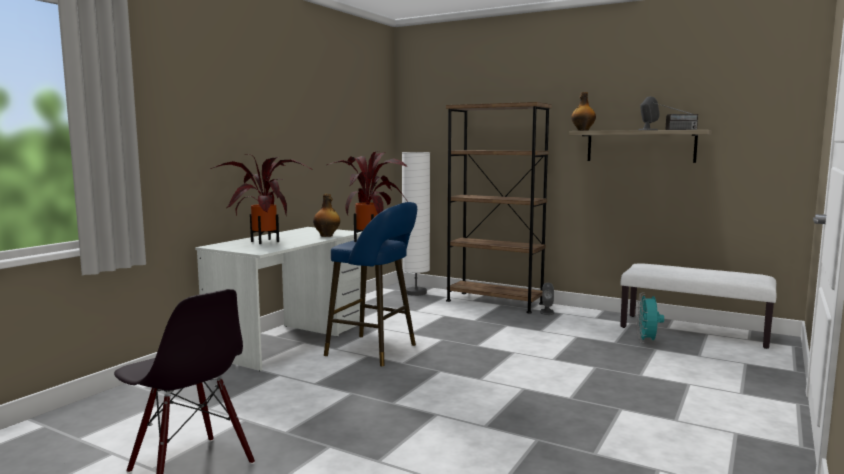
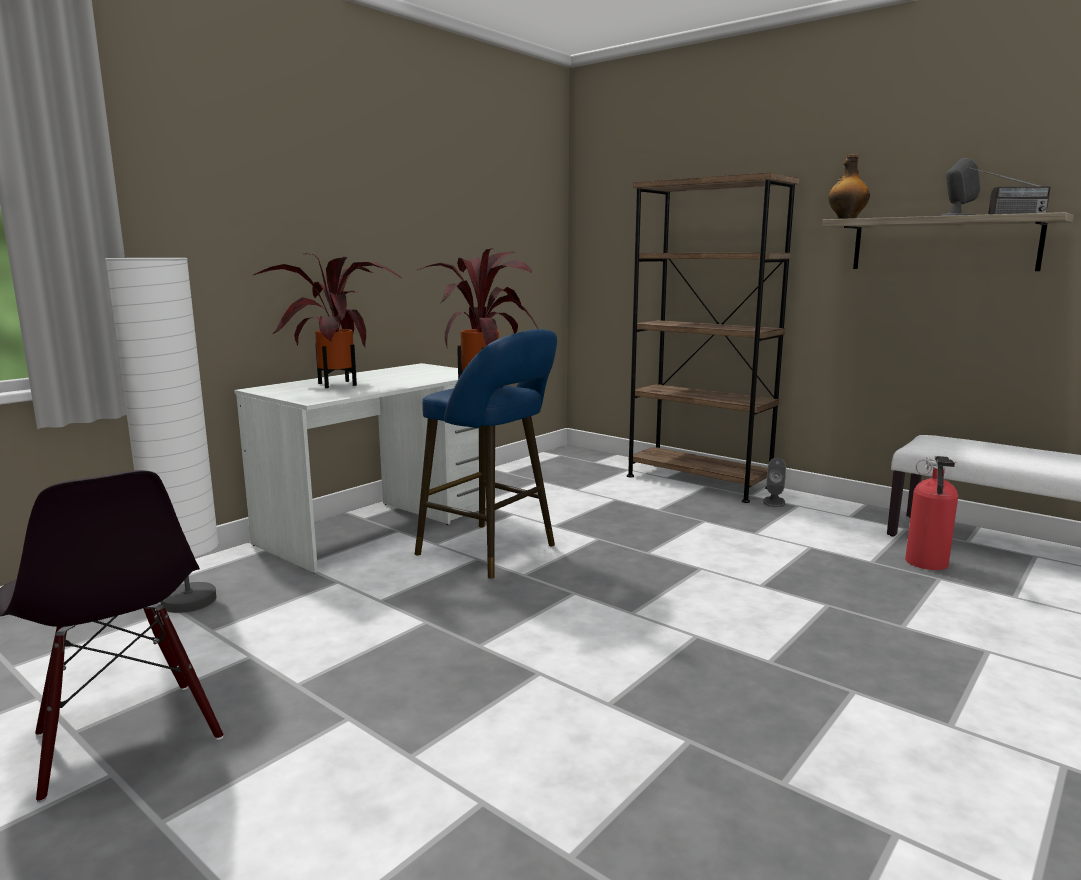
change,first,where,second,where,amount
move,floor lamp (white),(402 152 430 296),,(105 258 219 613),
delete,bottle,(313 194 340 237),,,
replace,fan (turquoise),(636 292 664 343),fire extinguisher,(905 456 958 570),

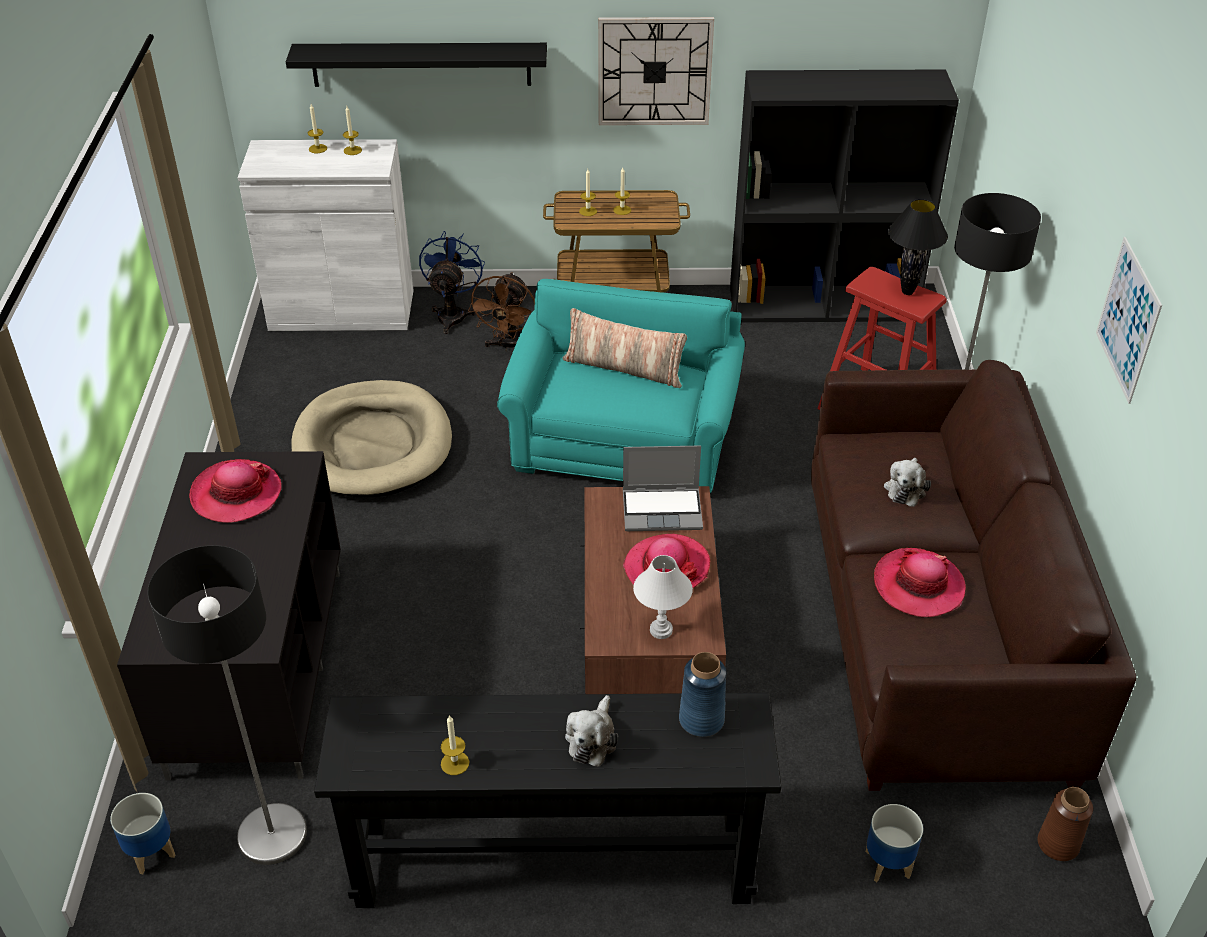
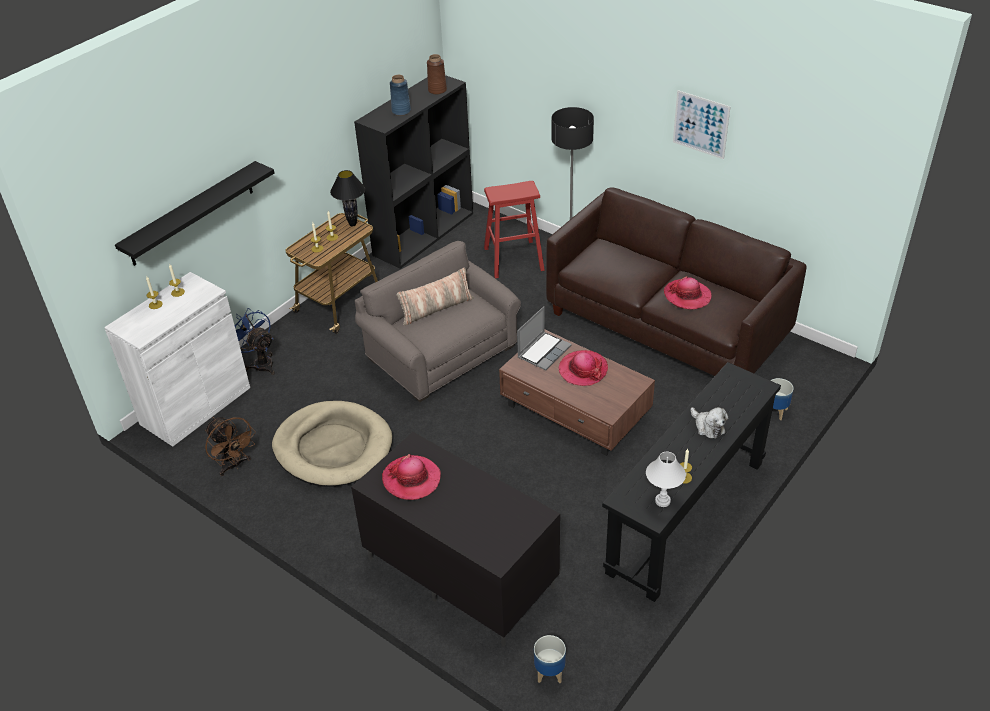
change,first,where,second,where,amount
delete,wall clock,(598 17 714 125),,,
move,table lamp (black),(888 199 948 295),,(330 170 365 226),
move,fan (brown),(468 272 535 351),,(205 417 256 476),
recolor,armchair (turquoise),(497 279 745 493),armchair (grey),(355 241 521 402),
delete,plush toy,(884 458 931 507),,,
delete,floor lamp,(147 545 307 865),,,
move,table lamp (white),(633 555 693 639),,(646 452 686 507),
move,vase (blue),(679 652 726 737),,(390 75 411 116),
move,vase (brown),(1038 787 1093 861),,(427 54 447 95),

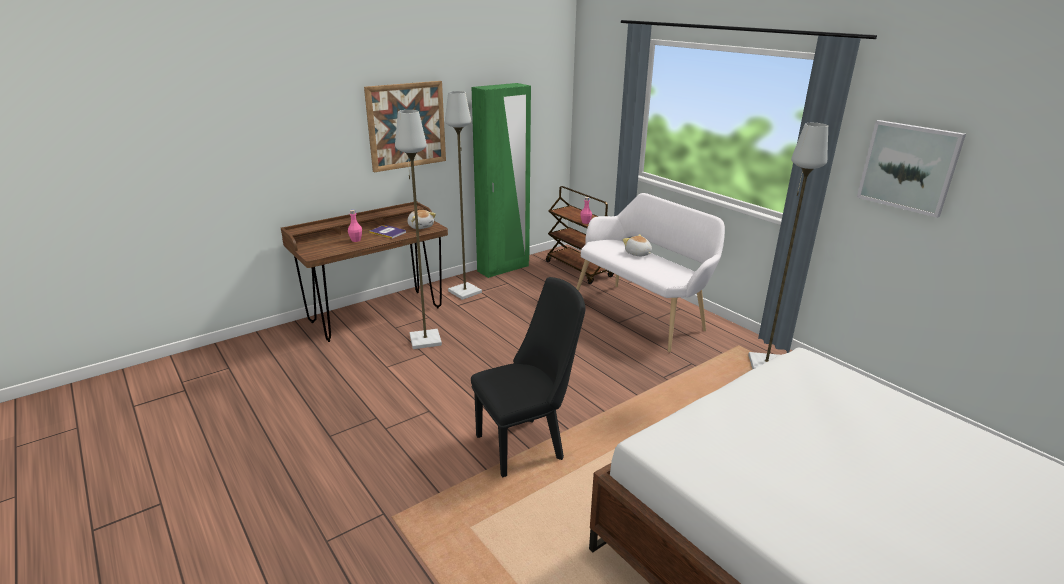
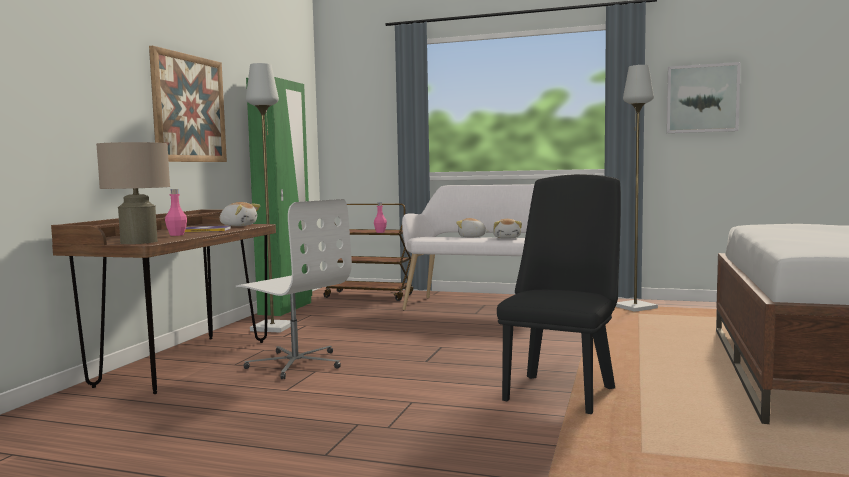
change,first,where,second,where,amount
replace,floor lamp (grey),(395 110 442 349),office chair (white),(236 199 352 379),
insert,,,table lamp (beige),(96 142 170 244),
insert,,,plush toy,(493 219 522 239),

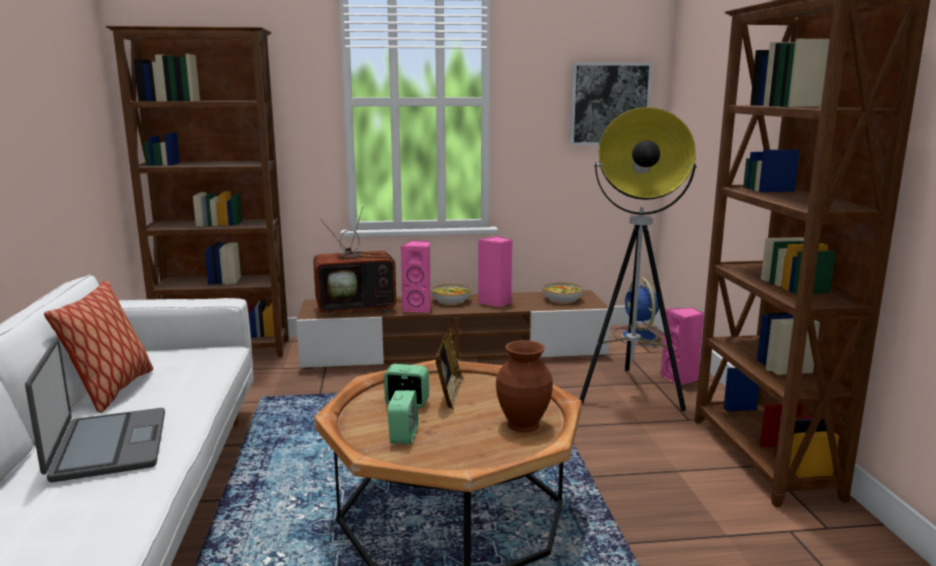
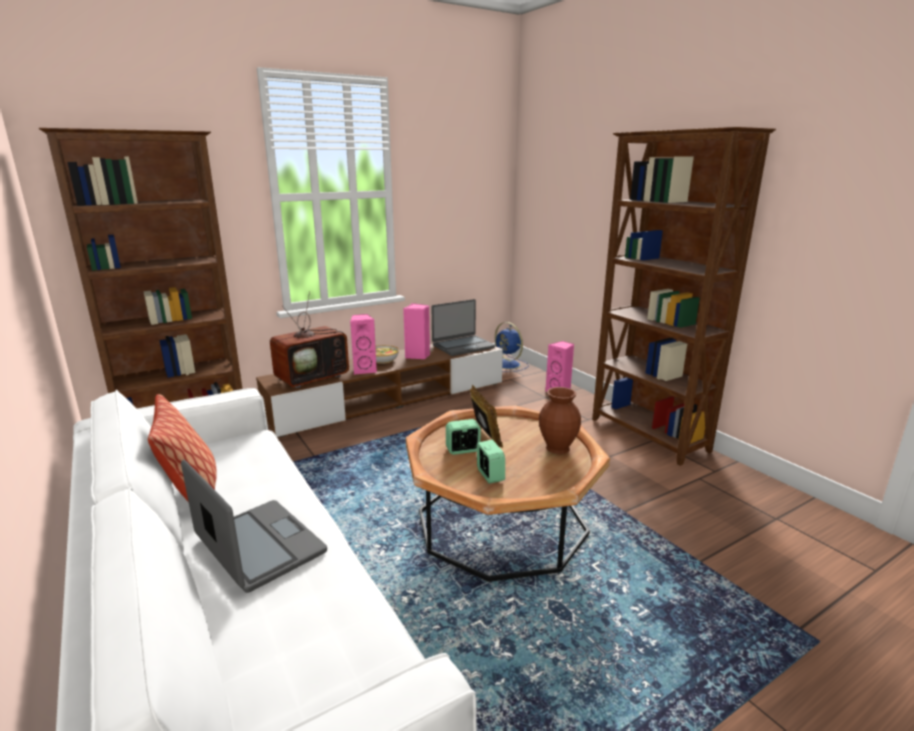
change,first,where,second,where,amount
delete,picture,(569 62 653 145),,,
delete,floor lamp,(580 107 697 411),,,
replace,bowl,(543 282 583 304),laptop,(432 299 495 356),

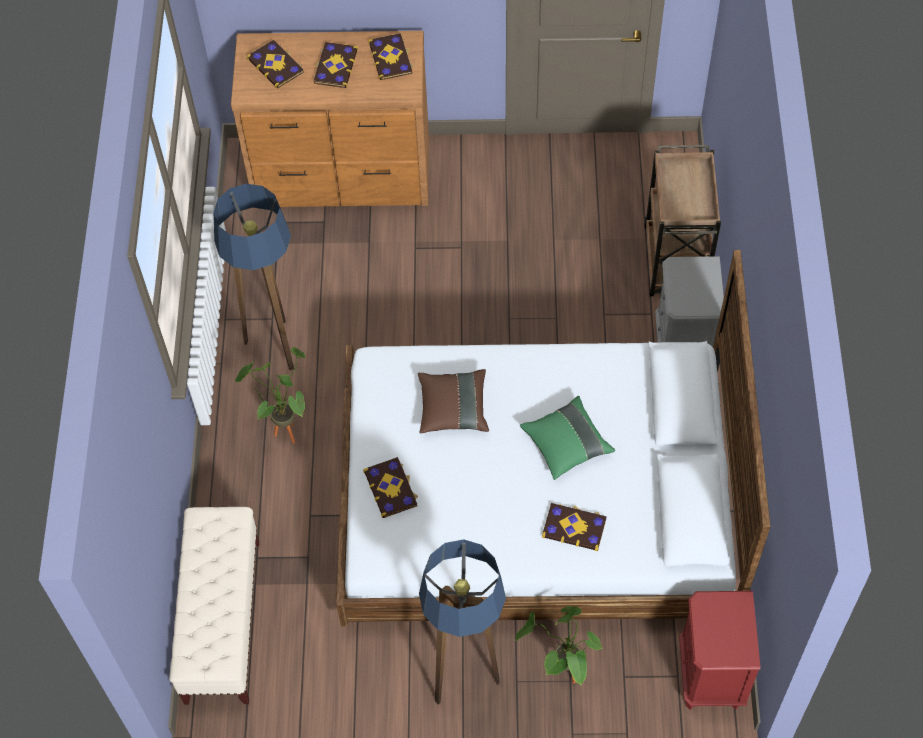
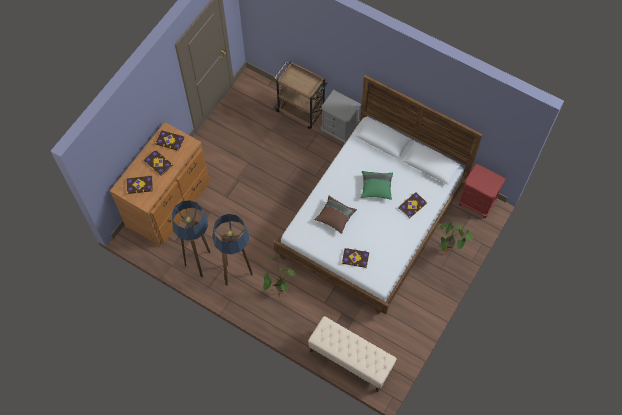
change,first,where,second,where,amount
move,floor lamp,(419 539 506 705),,(172 200 211 277),

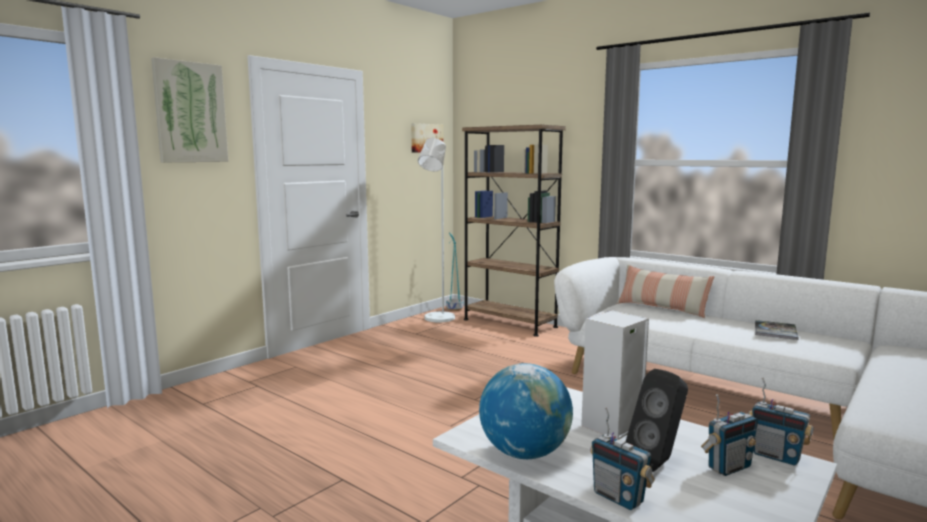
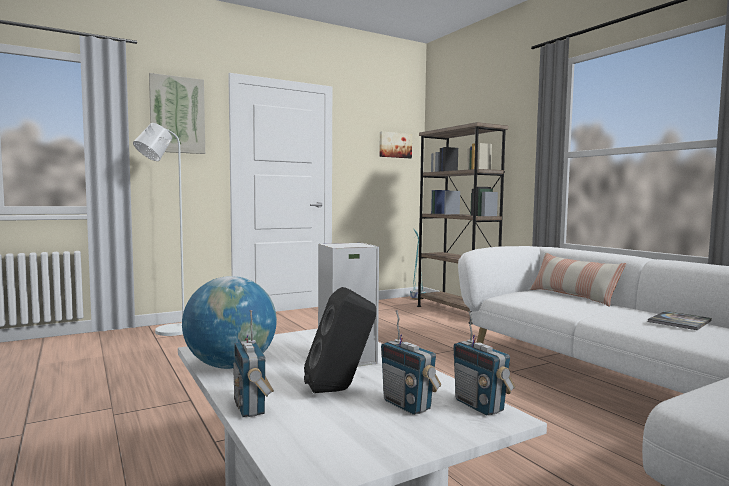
change,first,where,second,where,amount
move,floor lamp (white),(418 138 455 322),,(133 123 184 336),
rotate,radio,(701 394 758 476),,(381 310 441 415),60 degrees clockwise

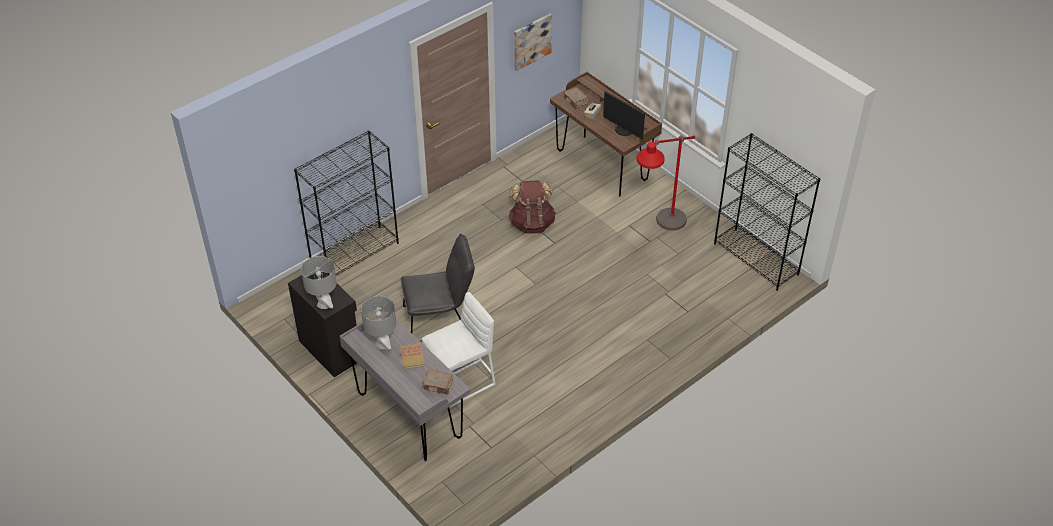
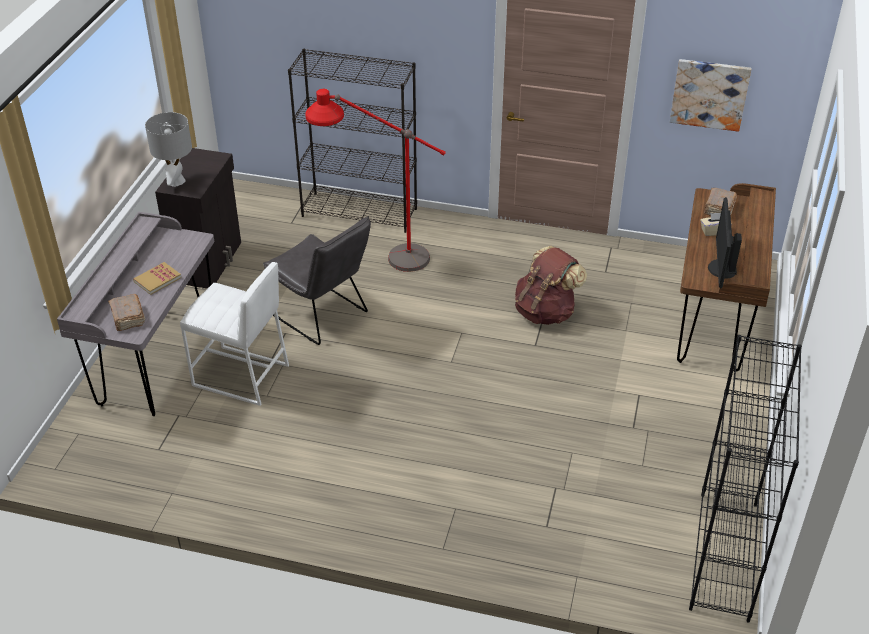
change,first,where,second,where,amount
move,floor lamp (red),(637 136 695 231),,(305 89 446 272),
delete,table lamp (grey),(361 296 396 350),,,

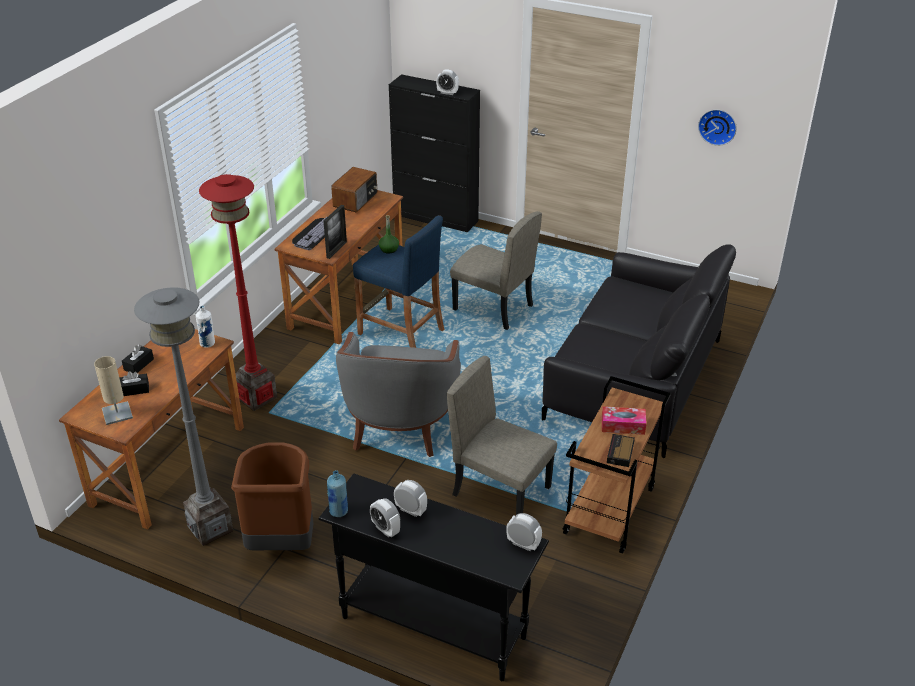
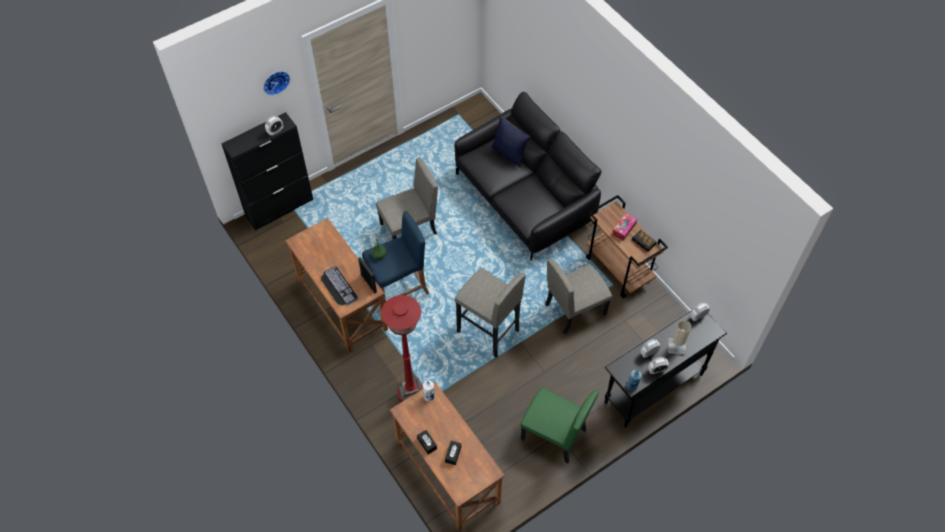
change,first,where,second,where,amount
move,wall clock,(698 109 737 146),,(263 71 290 95),
delete,radio,(331 167 377 212),,,
delete,floor lamp (grey),(134 287 233 546),,,
replace,armchair (grey),(336 332 461 457),stool (grey),(455 268 526 358),
move,table lamp (beige),(94 356 133 425),,(669 320 691 355),
replace,trash can (brown),(231 442 313 550),chair (green),(520 387 599 464),
insert,,,pillow (blue),(492 115 530 167),

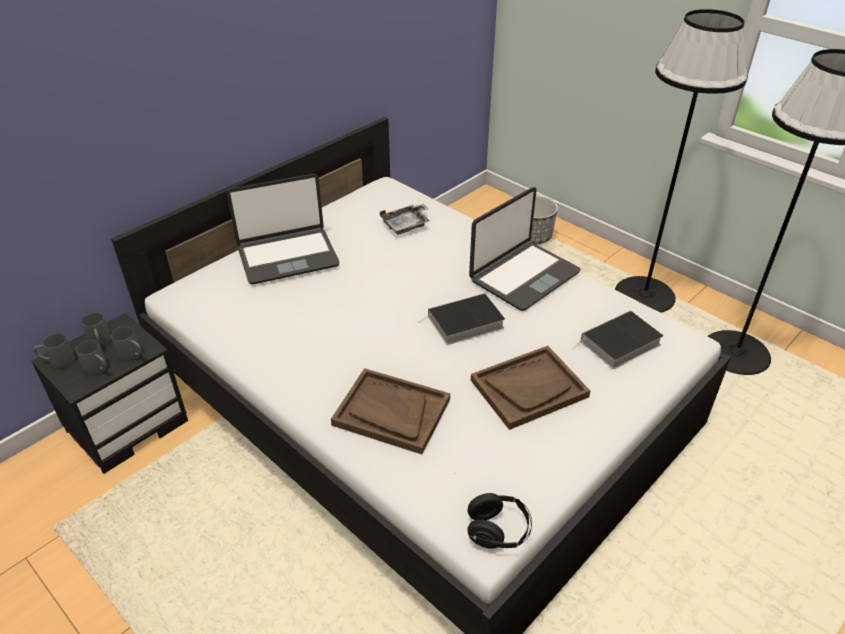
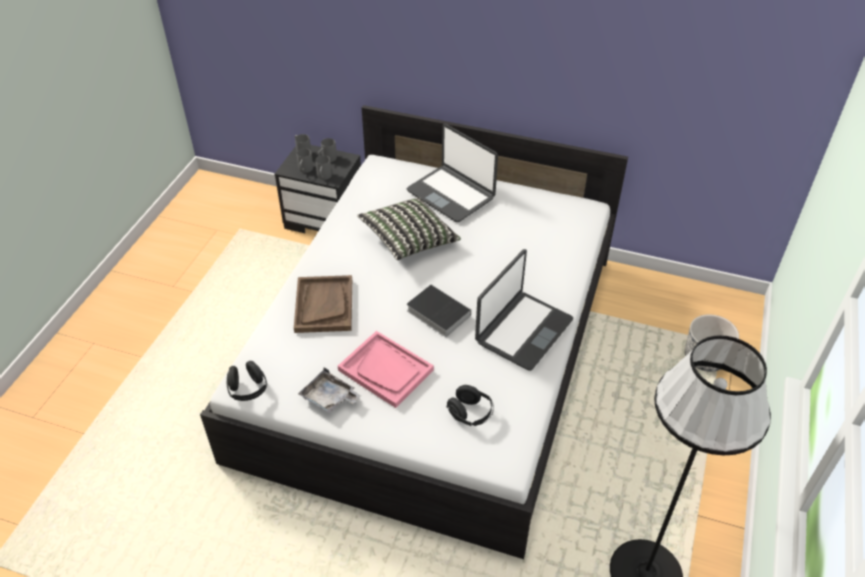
change,first,where,second,where,amount
delete,floor lamp (black),(615 9 748 313),,,
rotate,laptop,(469 187 581 311),,(475 249 573 371),75 degrees counterclockwise
move,tray (grey),(380 204 429 235),,(298 368 361 413),
replace,book,(573 311 663 369),headphones (black),(446 385 494 426),
recolor,tray (brown),(471 346 590 430),tray (pink),(338 331 434 408),
insert,,,pillow,(357 198 461 260),

